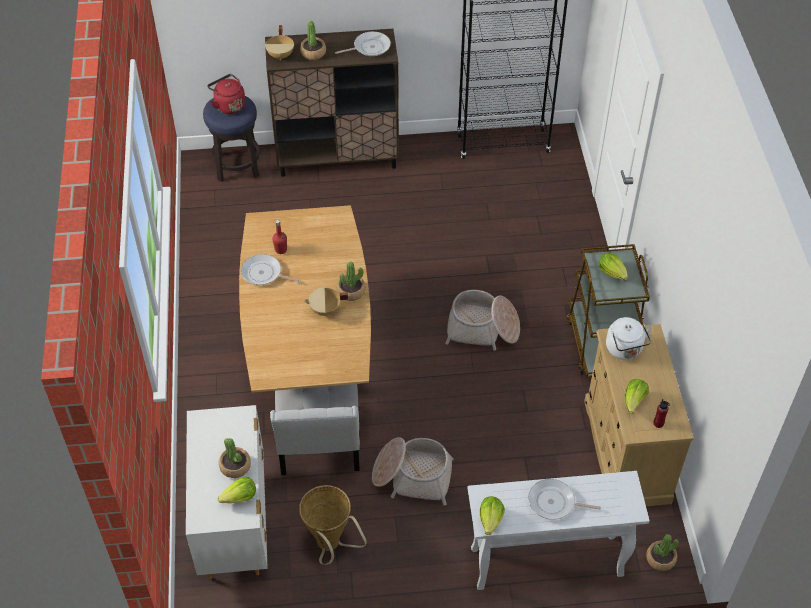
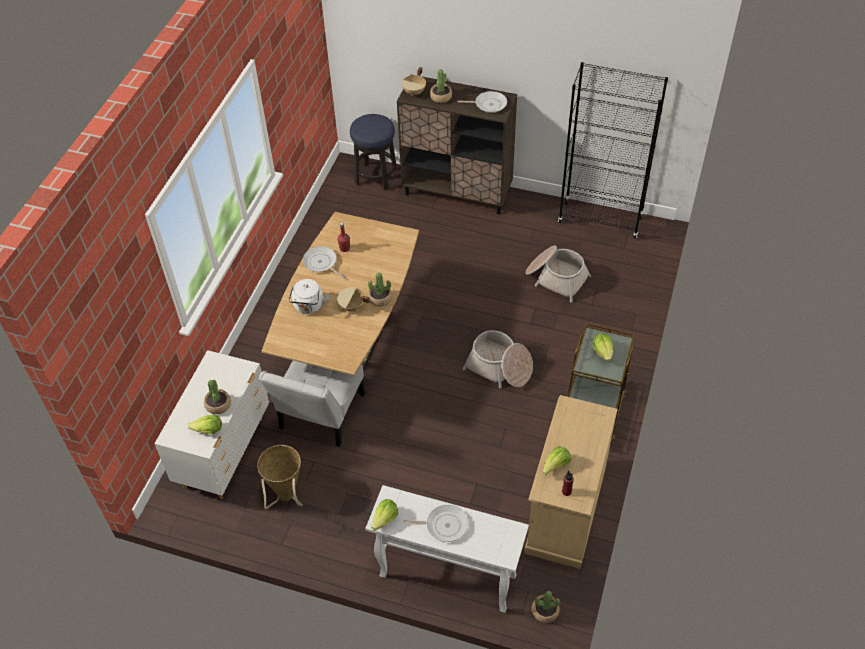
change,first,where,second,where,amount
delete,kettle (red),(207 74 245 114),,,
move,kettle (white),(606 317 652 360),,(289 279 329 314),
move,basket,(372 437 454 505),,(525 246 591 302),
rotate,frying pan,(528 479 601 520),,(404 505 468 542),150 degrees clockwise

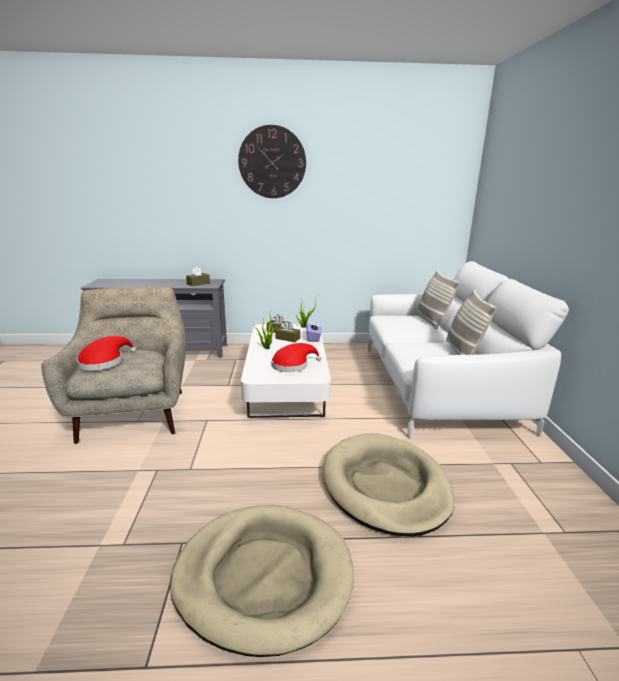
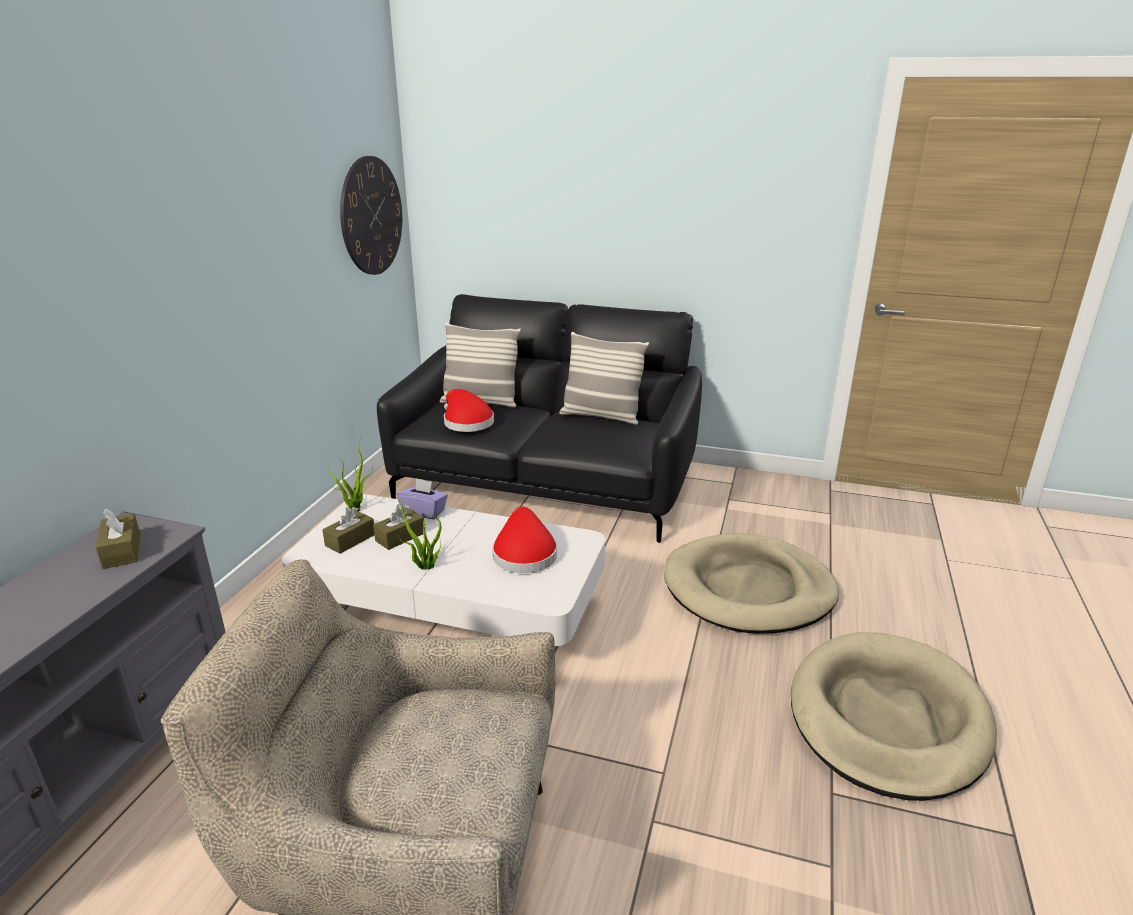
change,first,where,second,where,amount
move,wall clock,(238 125 306 198),,(340 156 402 275),
recolor,sofa (white),(368 261 569 437),sofa (black),(377 294 702 543),
move,hat (red),(77 336 136 371),,(444 389 494 432),

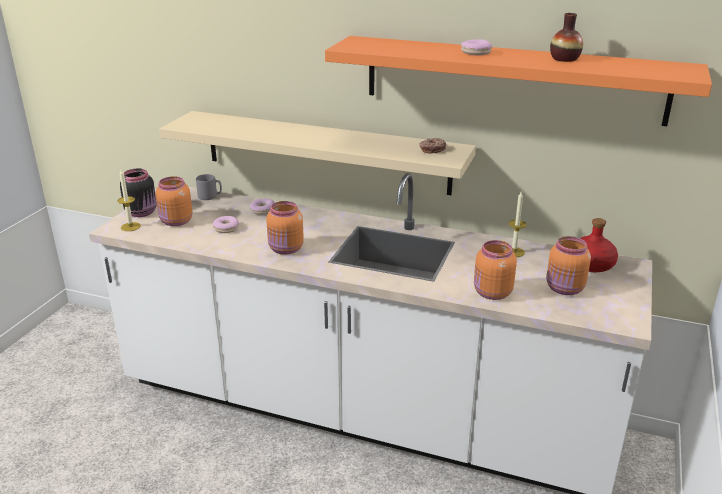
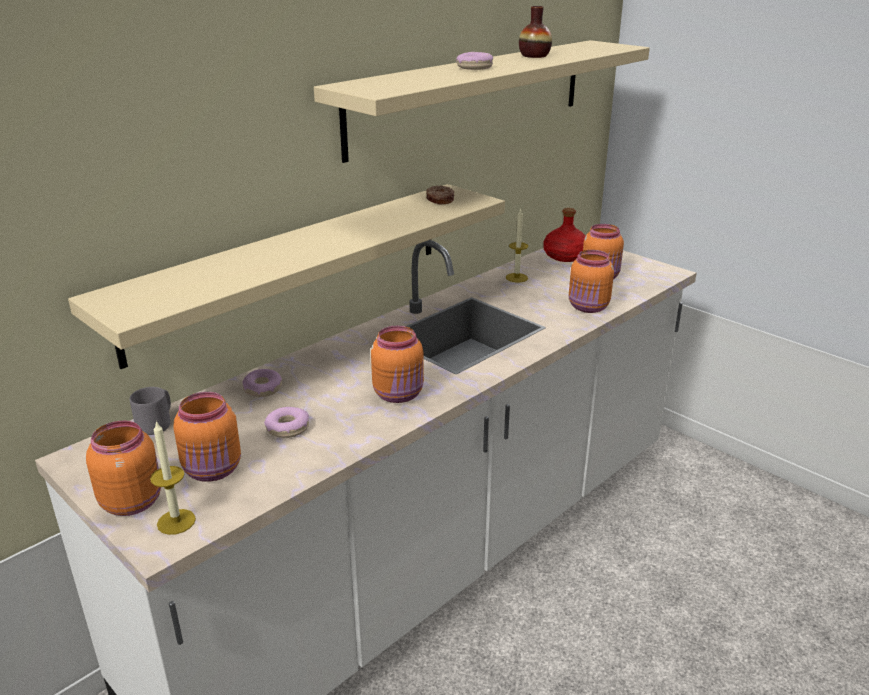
change,first,where,second,where,amount
recolor,shelf (orange),(325 36 712 126),shelf (beige),(314 40 650 163),
recolor,jar (black),(120 168 157 217),jar (orange),(86 421 161 516),

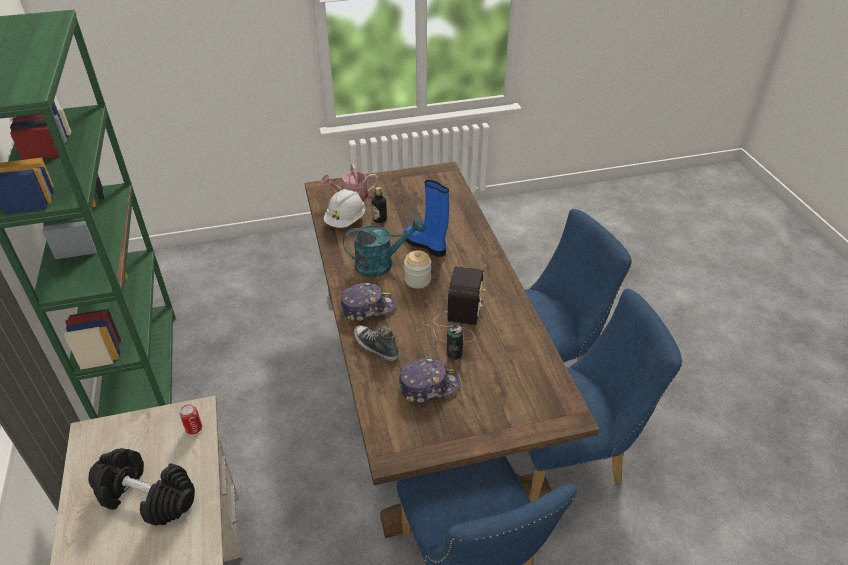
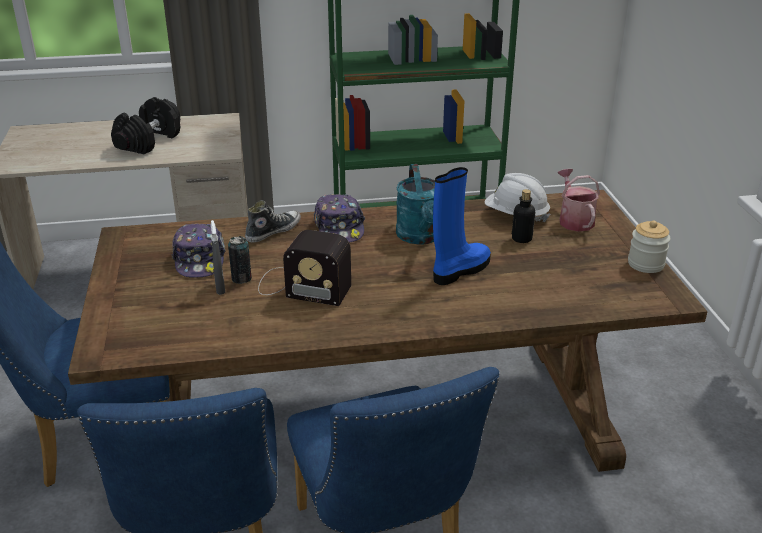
change,first,where,second,where,amount
move,jar,(404 250 431 289),,(628 221 671 273),
delete,can,(180 404 202 434),,,
insert,,,spray bottle (grey),(211 220 225 295),

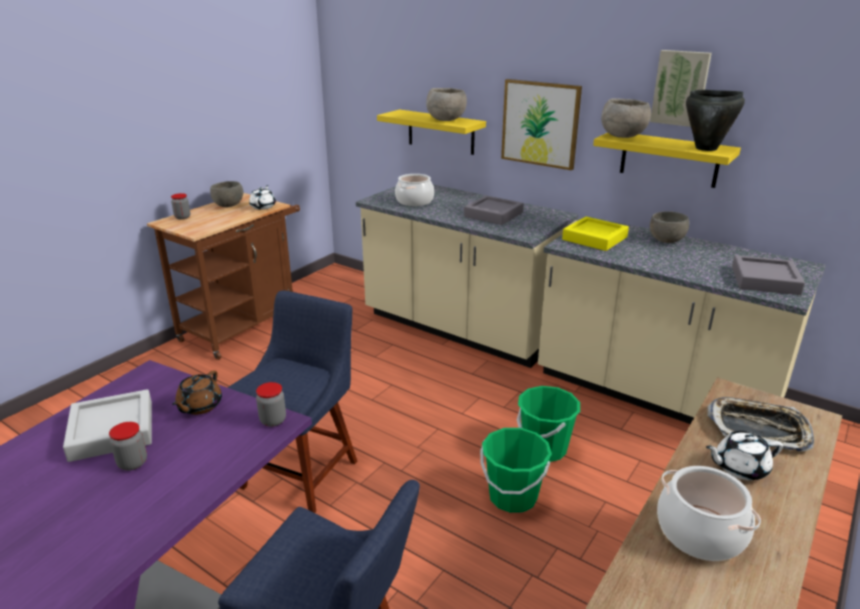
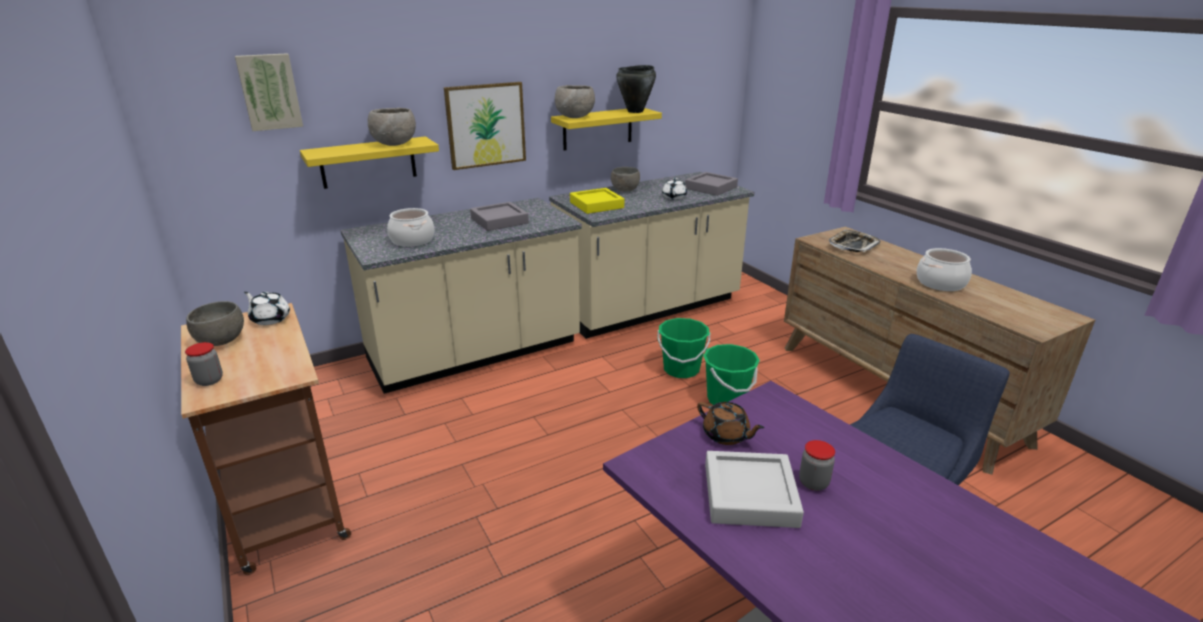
change,first,where,second,where,amount
move,picture,(650 50 712 127),,(235 53 303 131),
delete,chair (blue),(227 291 357 513),,,
delete,jar,(256 382 286 427),,,
move,teapot (white),(706 431 783 480),,(662 178 687 200),

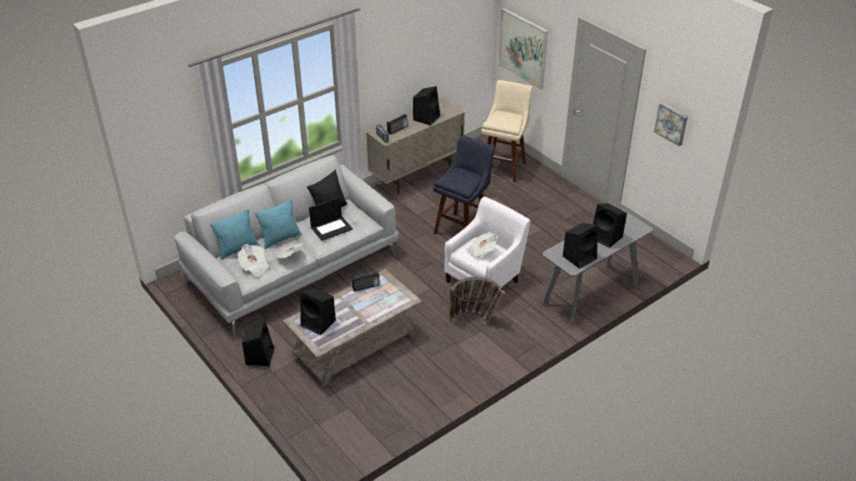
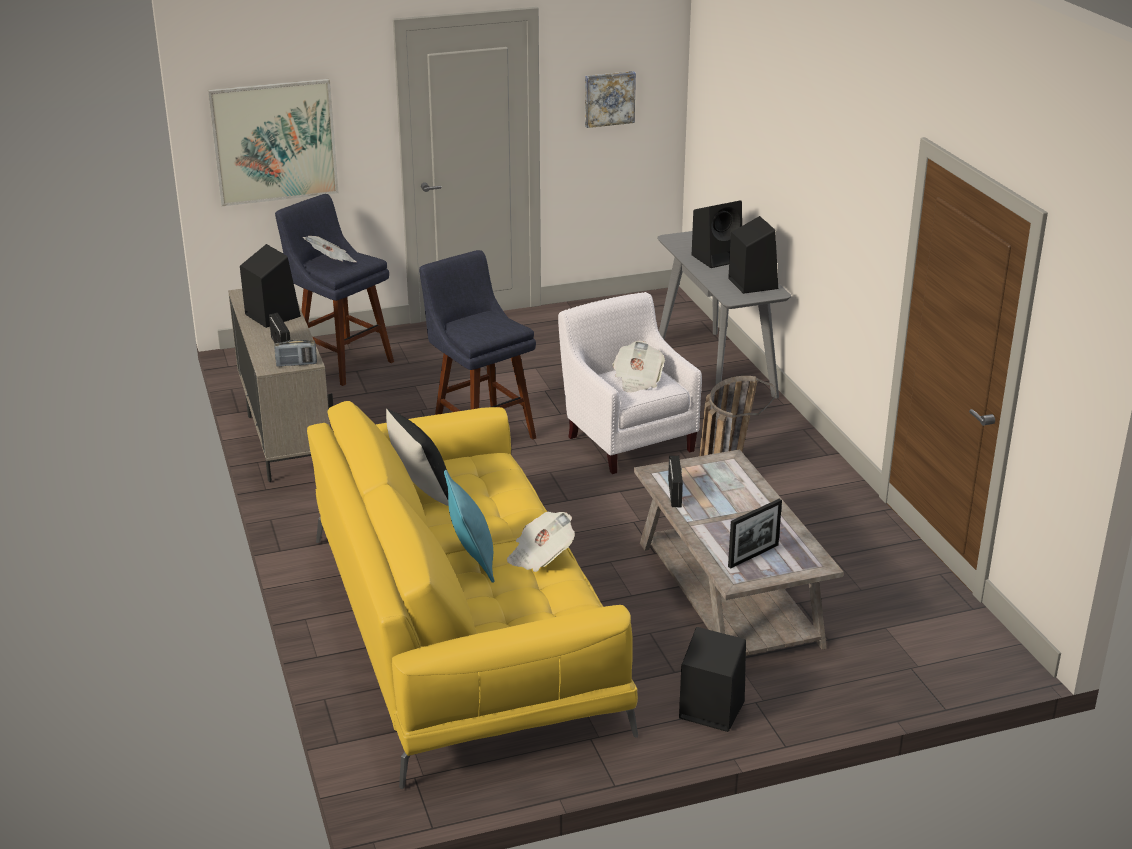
change,first,where,second,where,amount
recolor,stool (beige),(481 80 532 183),stool (blue),(275 194 394 386),
recolor,sofa (grey),(174 155 399 337),sofa (yellow),(307 401 638 789),
delete,laptop,(309 197 353 241),,,
delete,pillow (turquoise),(210 209 259 260),,,
move,newspaper,(237 244 270 277),,(303 236 356 262),
replace,speaker (black),(300 288 336 335),picture frame,(728 499 782 568),

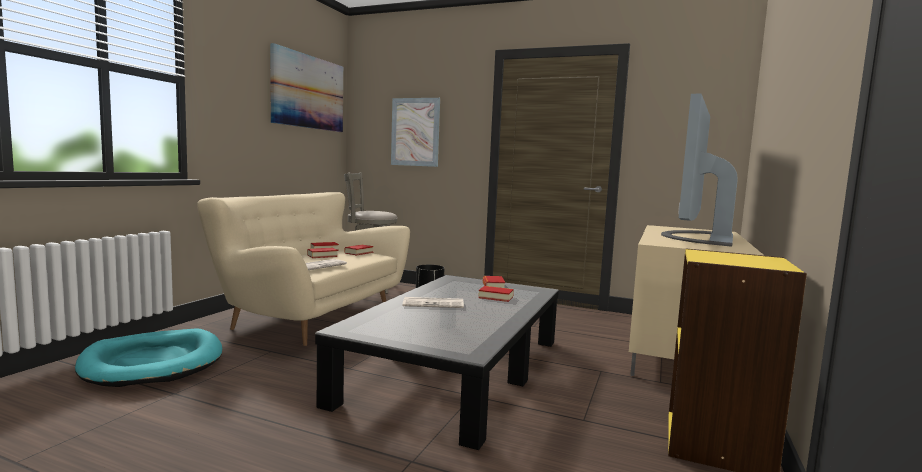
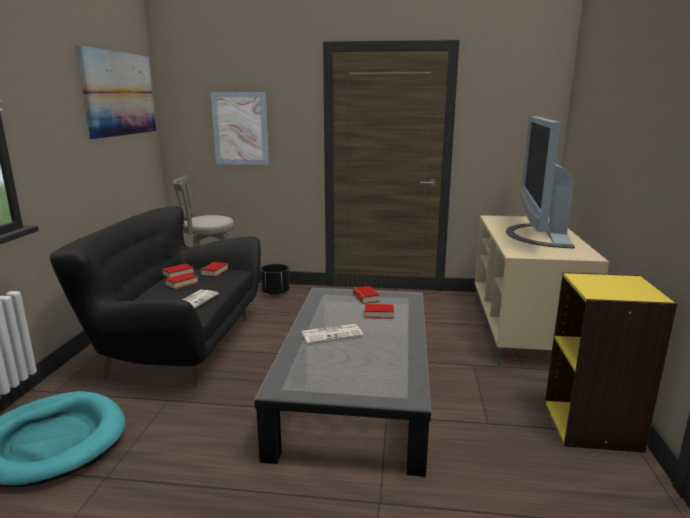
change,first,where,second,where,amount
recolor,sofa (beige),(197 192 410 346),sofa (black),(50 206 261 386),

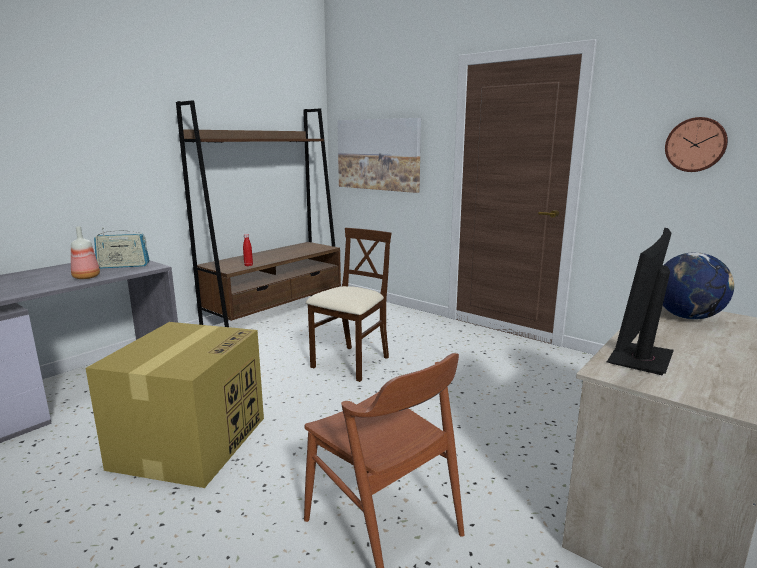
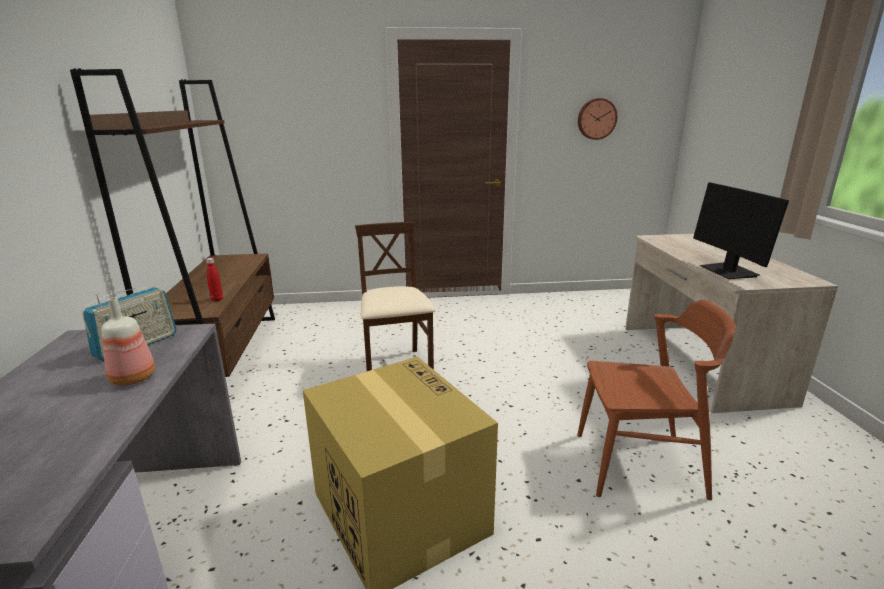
change,first,where,second,where,amount
delete,picture,(337 118 421 193),,,
delete,globe,(663 252 734 320),,,

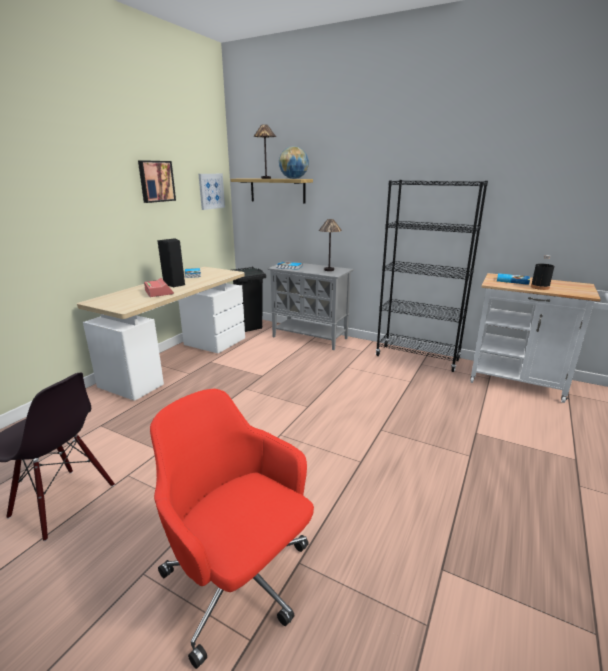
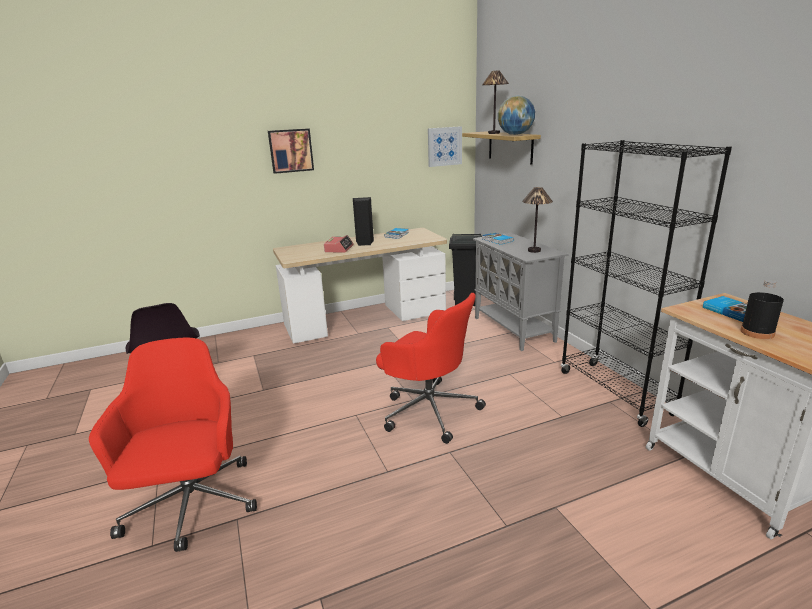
change,first,where,second,where,amount
move,picture,(138 160 176 203),,(268 128 314 174),
insert,,,office chair (red),(376 293 486 444),

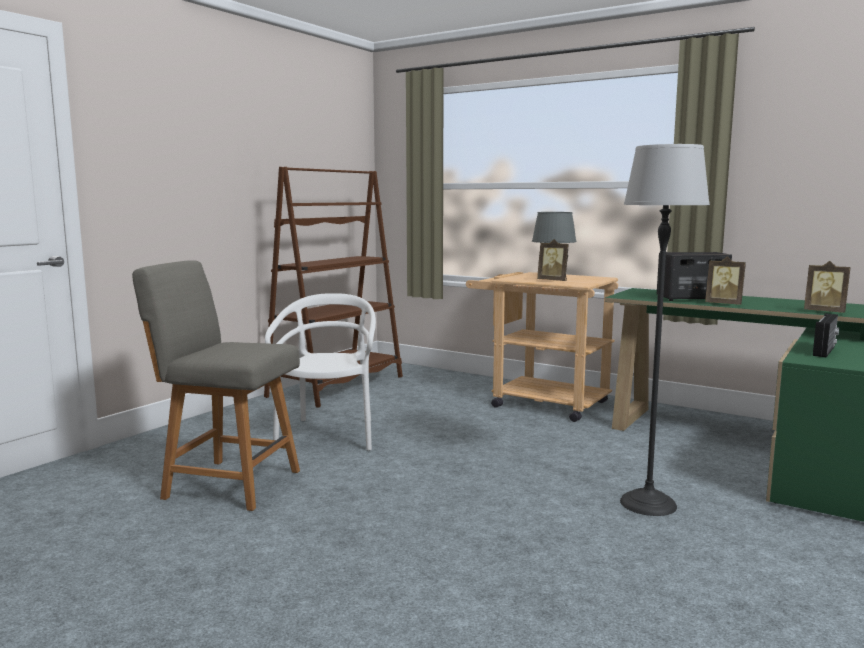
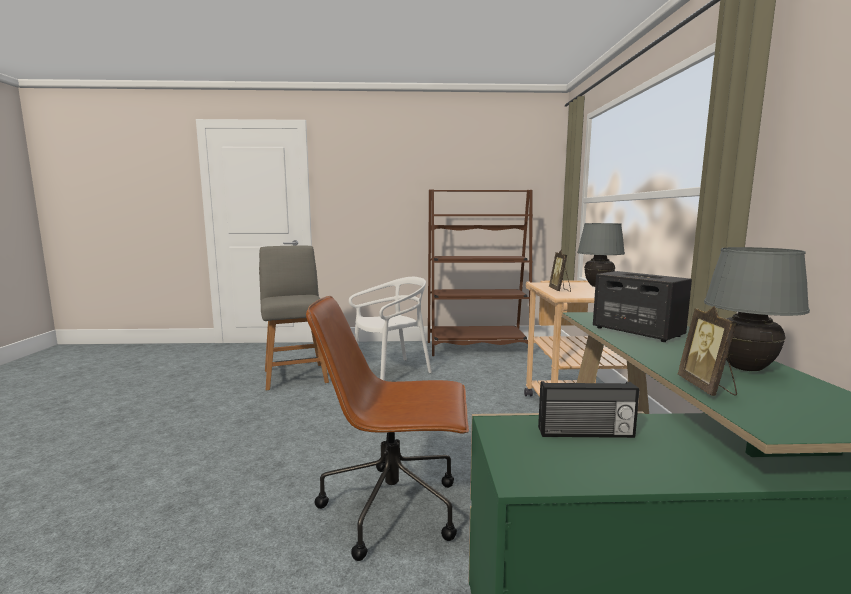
change,first,where,second,where,amount
replace,floor lamp,(620 144 710 516),office chair (brown),(306 296 469 561),
delete,picture frame,(705 256 746 305),,,
insert,,,table lamp (grey),(704 247 810 371),

